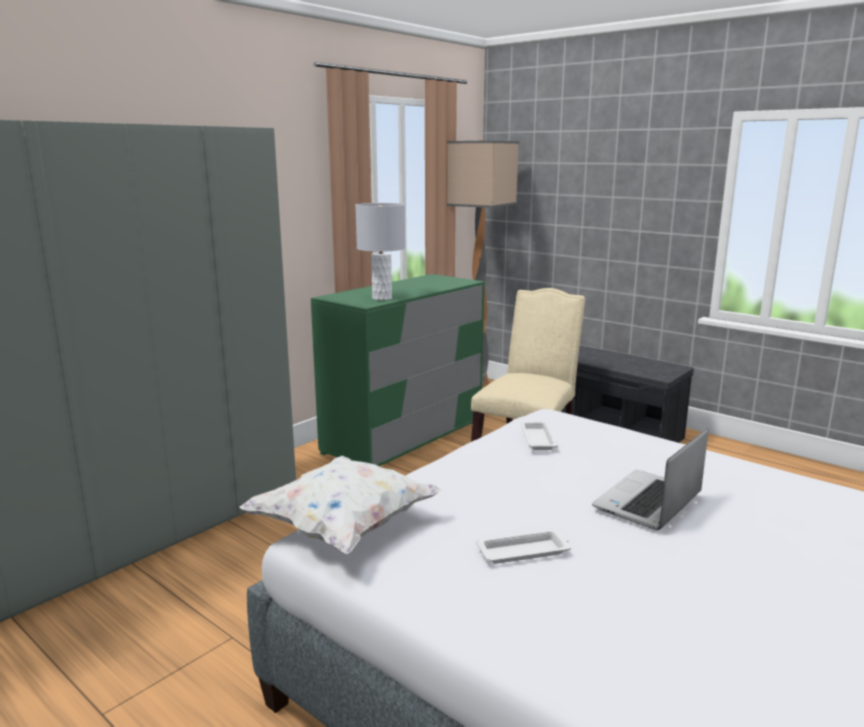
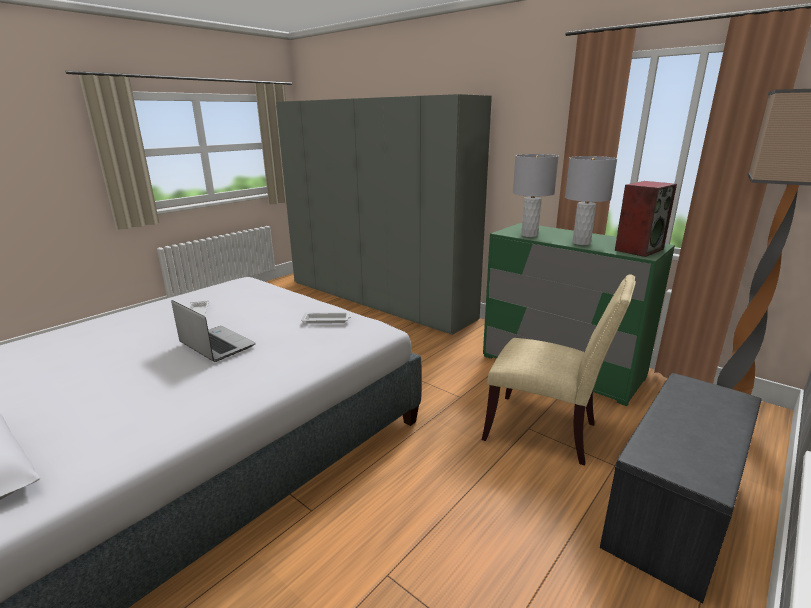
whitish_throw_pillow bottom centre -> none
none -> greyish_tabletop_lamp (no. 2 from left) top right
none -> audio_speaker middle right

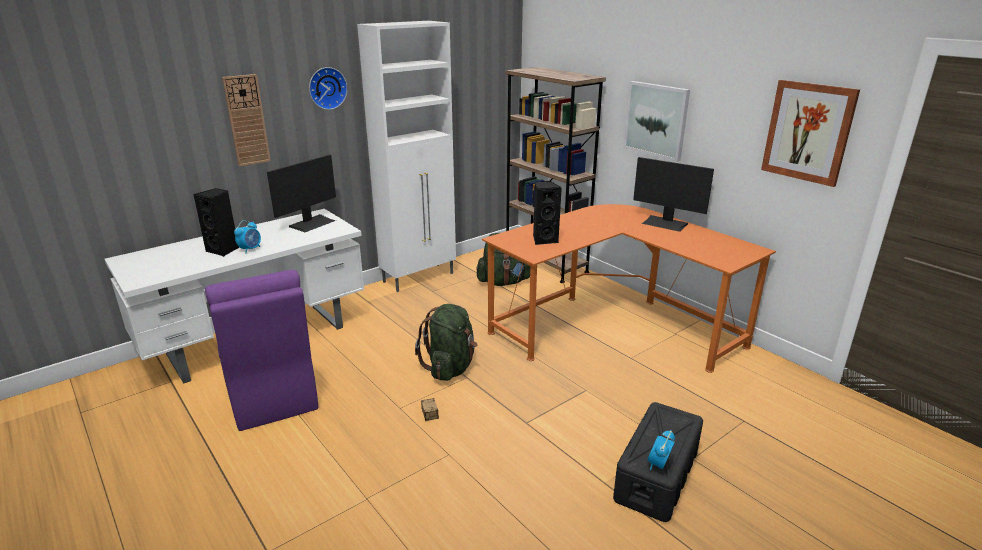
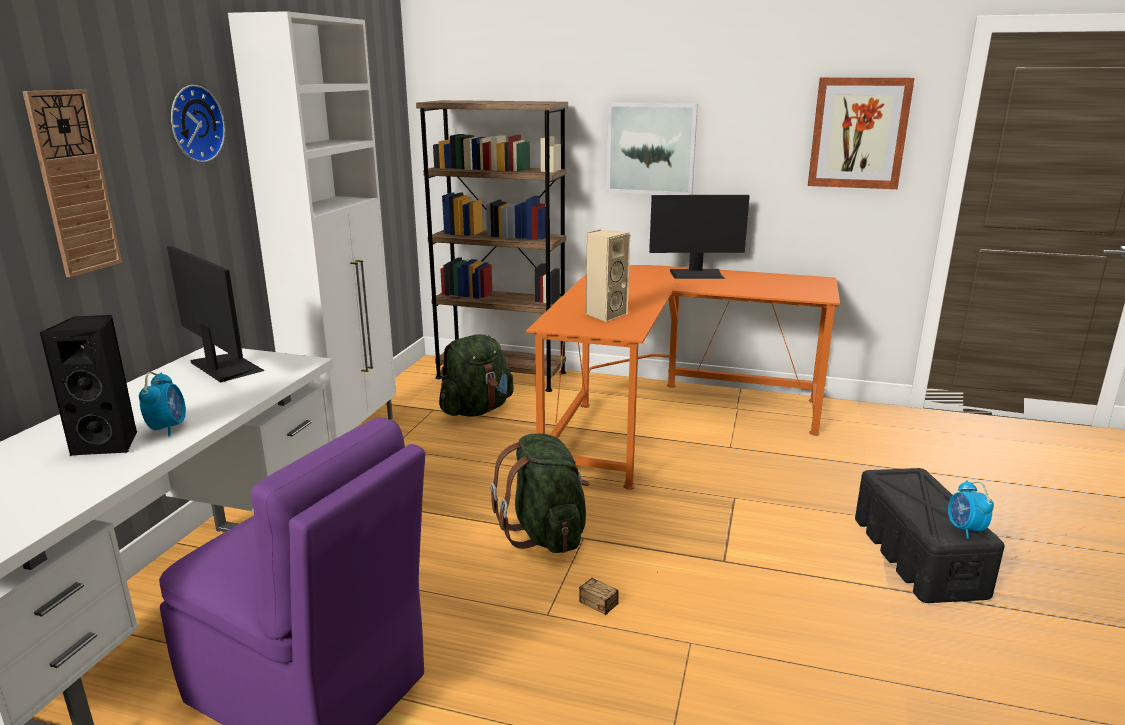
computer_display (no. 1 from left) middle left, 45 degrees counterclockwise
blackish_audio_speaker (no. 2 from left) centre -> sand-coloured_audio_speaker centre

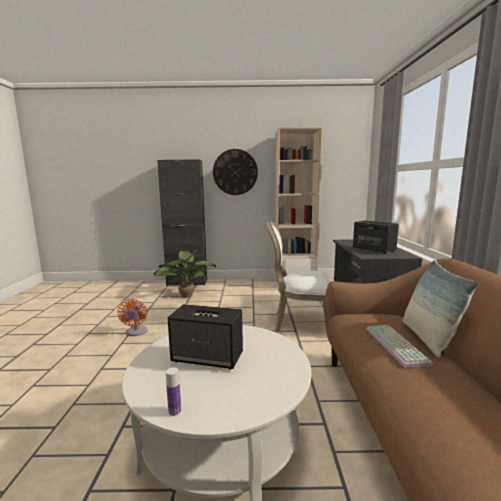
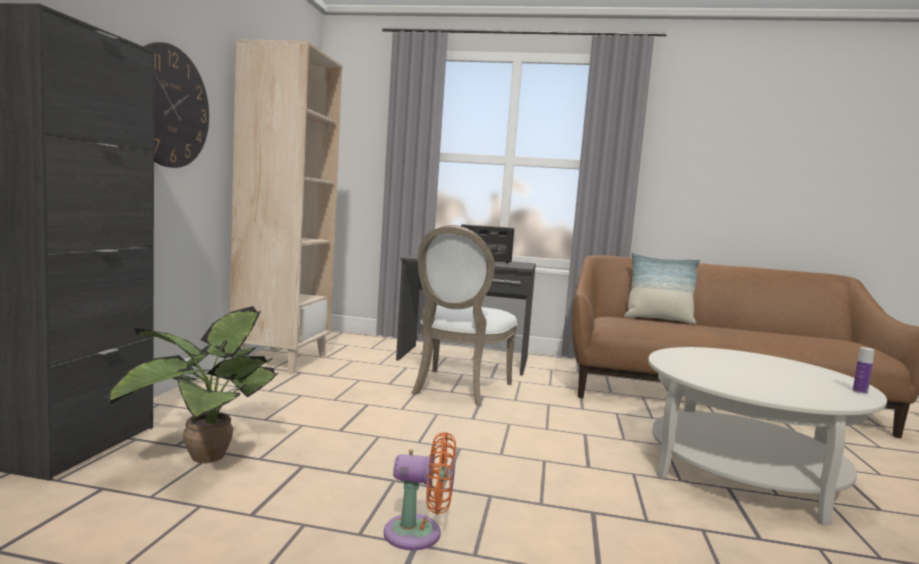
audio_speaker (no. 1 from left) bottom centre -> none
keyboard bottom right -> none

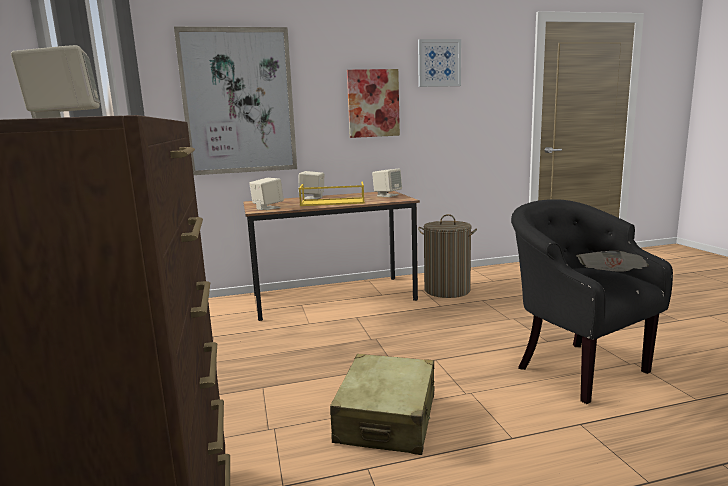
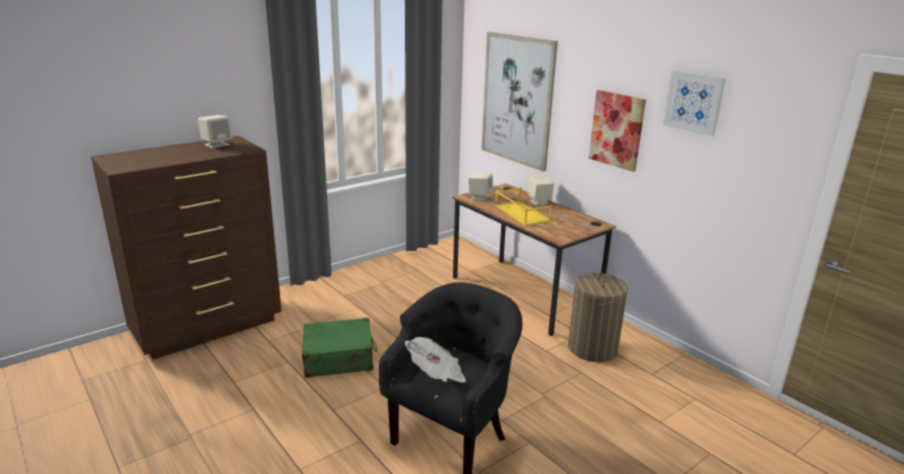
sand-coloured_audio_speaker (no. 4 from left) centre -> none
sand-coloured_travel_case bottom centre -> greenish_travel_case bottom centre

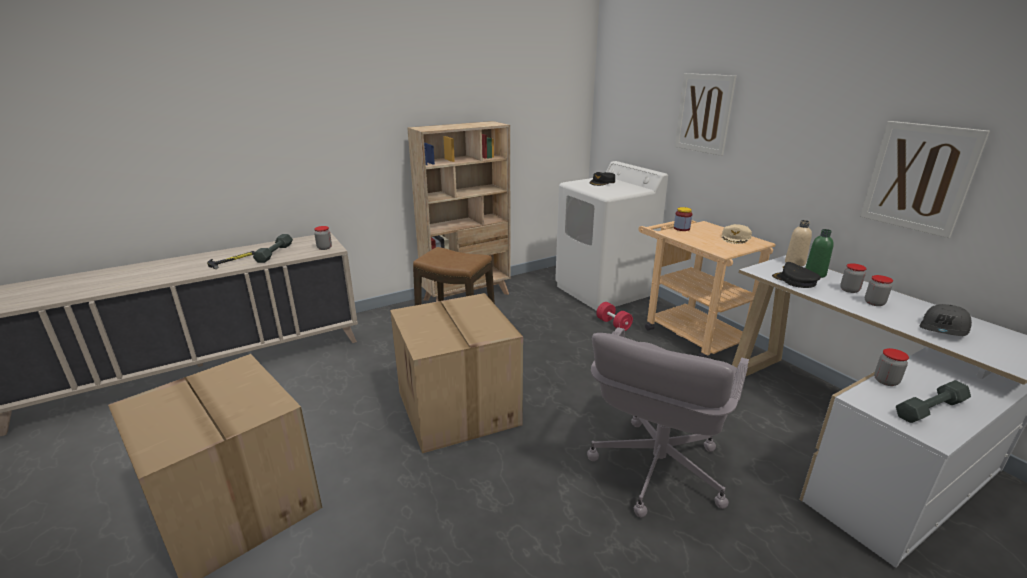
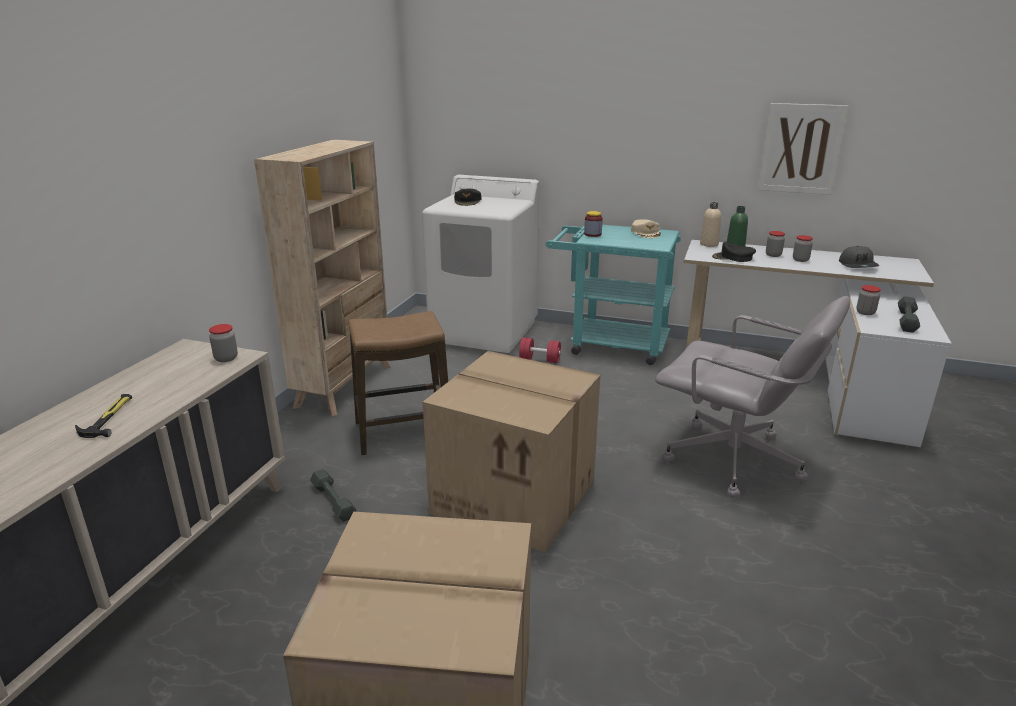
wall_art (no. 1 from left) top right -> none
sand-coloured_cart middle right -> turquoise-coloured_cart centre
greyish_hand_weight (no. 1 from left) middle left -> greyish_hand_weight (no. 1 from left) bottom left, shifted
greyish_office_chair bottom centre -> greyish_office_chair middle right, 45 degrees counterclockwise

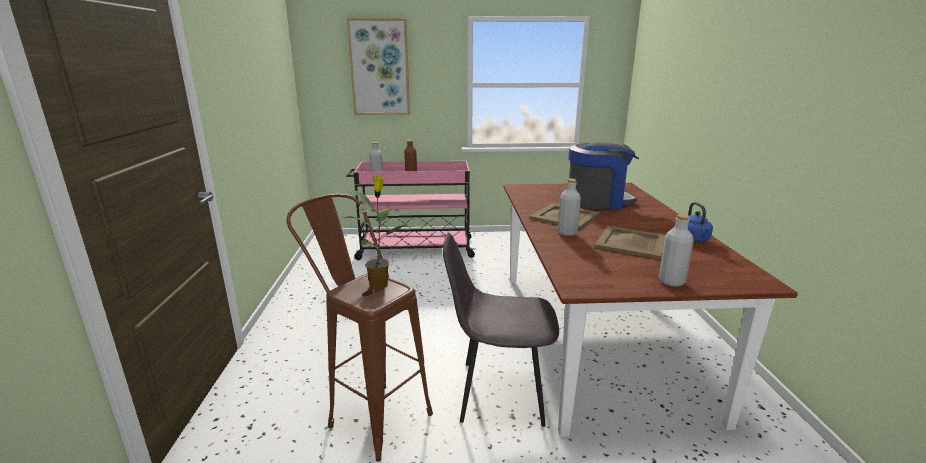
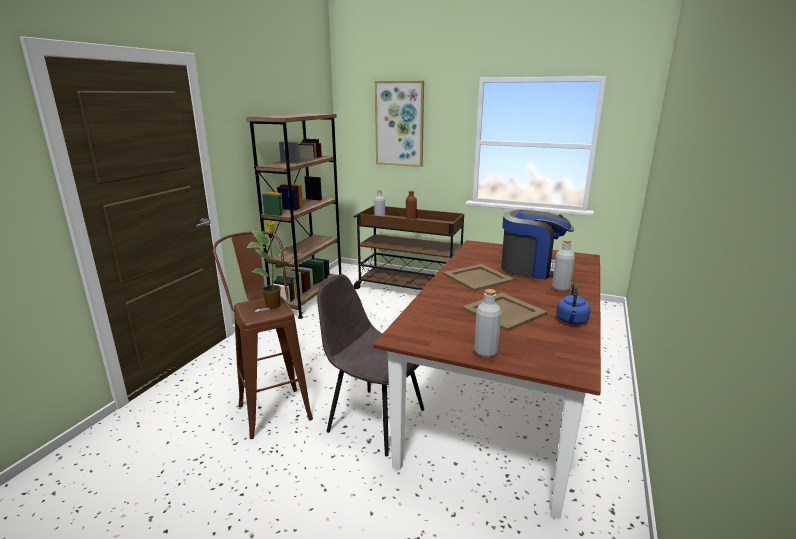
pinkish_cart centre -> brownish_cart centre
greyish_bottle (no. 2 from left in the first image) centre -> greyish_bottle (no. 3 from left) middle right, shifted
none -> brownish_bookshelf centre

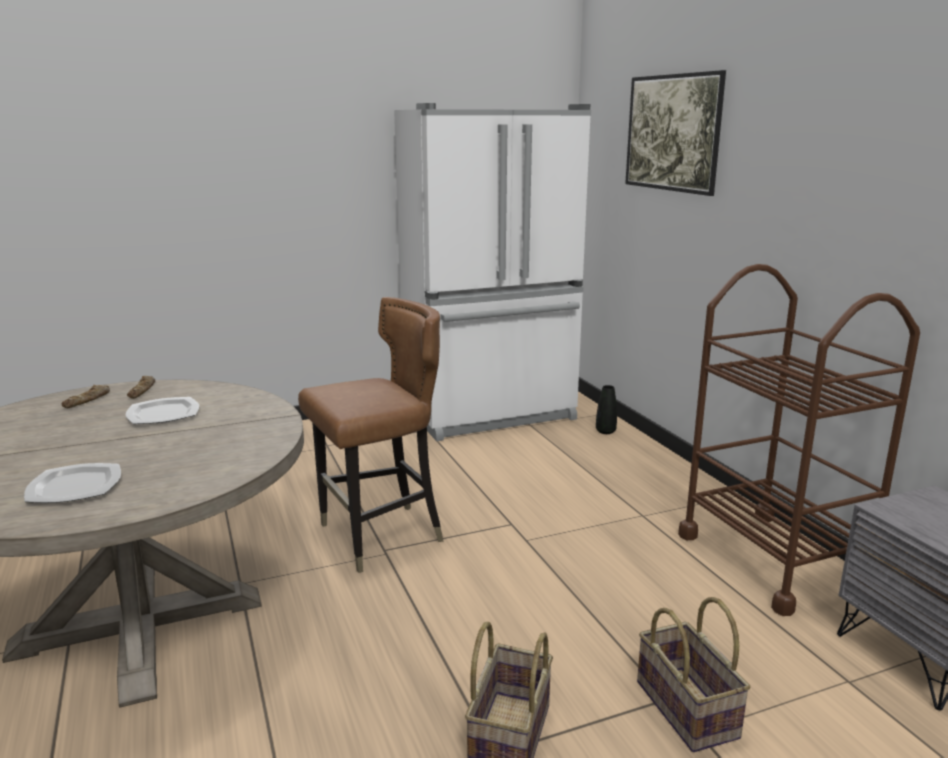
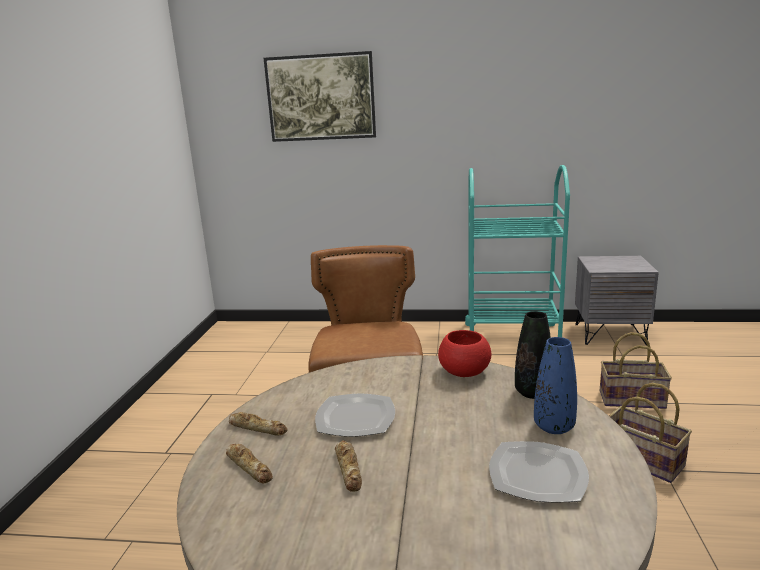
whitish_refrigerator centre -> none
brownish_cart middle right -> turquoise-coloured_cart middle right
blackish_vase centre -> blackish_vase middle right, shifted
none -> red-coloured_bowl centre
none -> bluish_vase bottom right
none -> bakery_bread (no. 3 from left) bottom centre

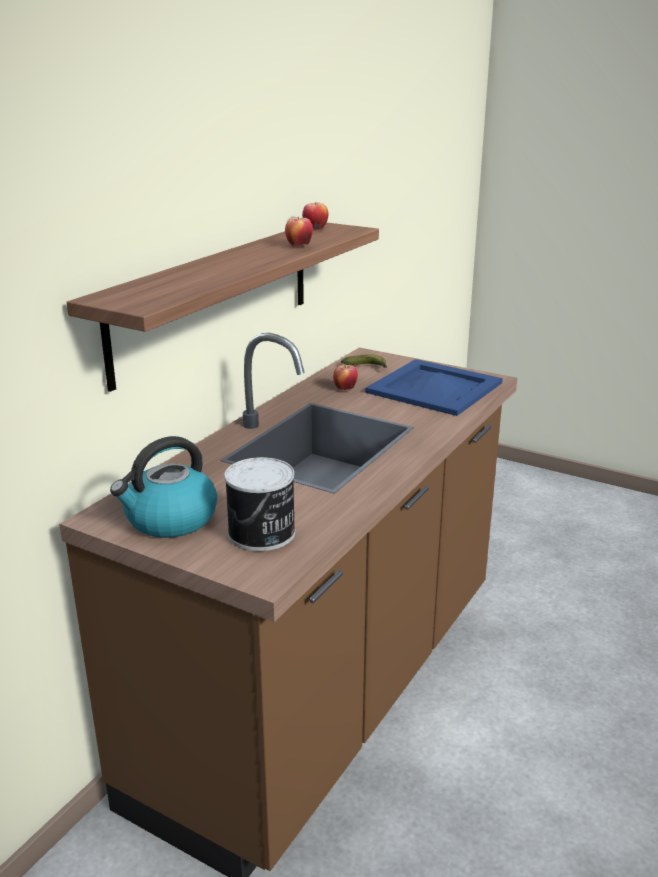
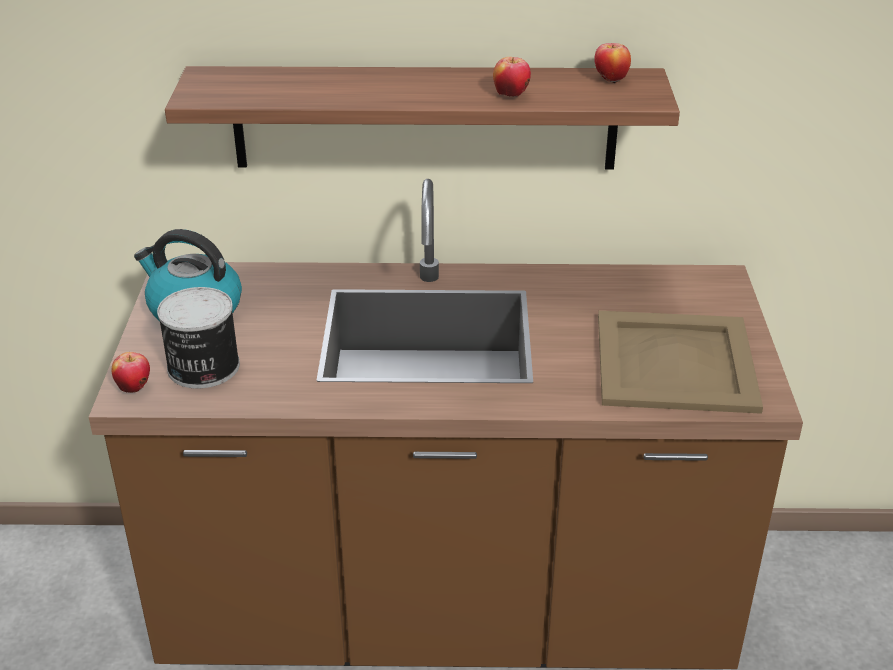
banana centre -> none
bluish_serving_tray centre -> sand-coloured_serving_tray middle right
apple_fruit (no. 3 from left in the first image) centre -> apple_fruit (no. 1 from left) middle left, shifted

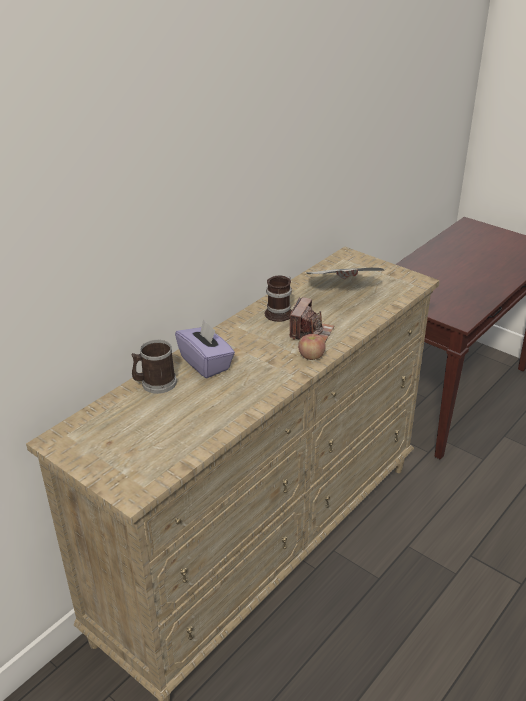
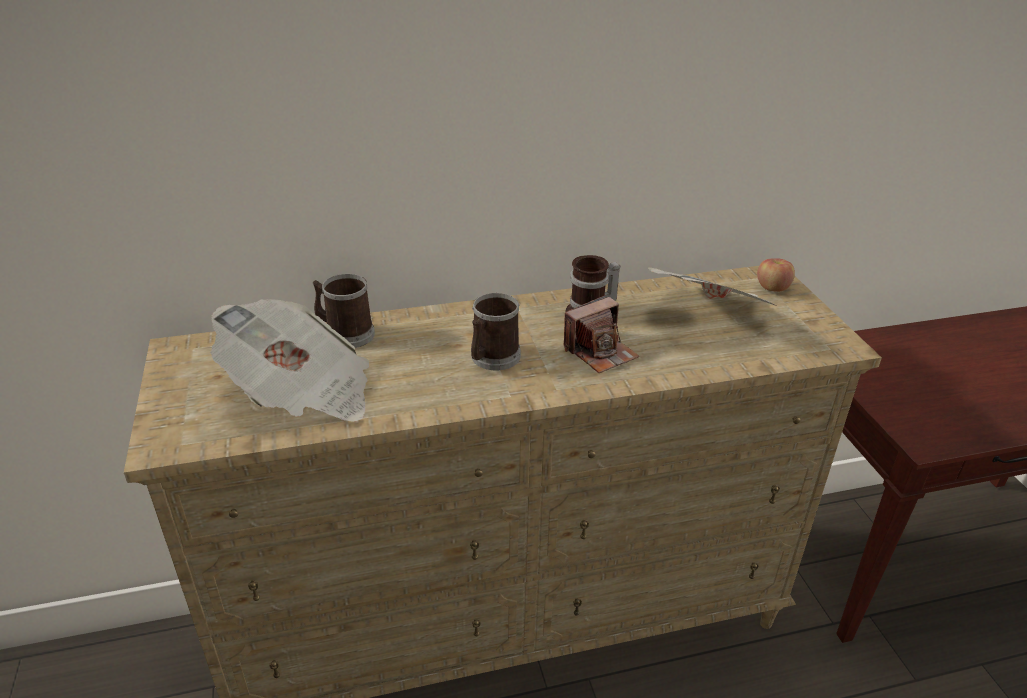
purple_tissue_holder centre -> none
apple_fruit centre -> apple_fruit middle right, shifted
none -> coffee_mug (no. 2 from left) centre
none -> printed_paper (no. 1 from left) middle left

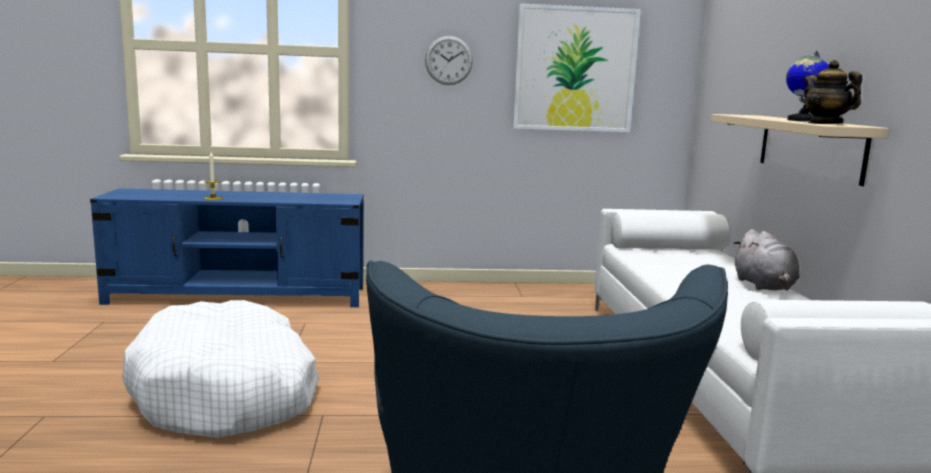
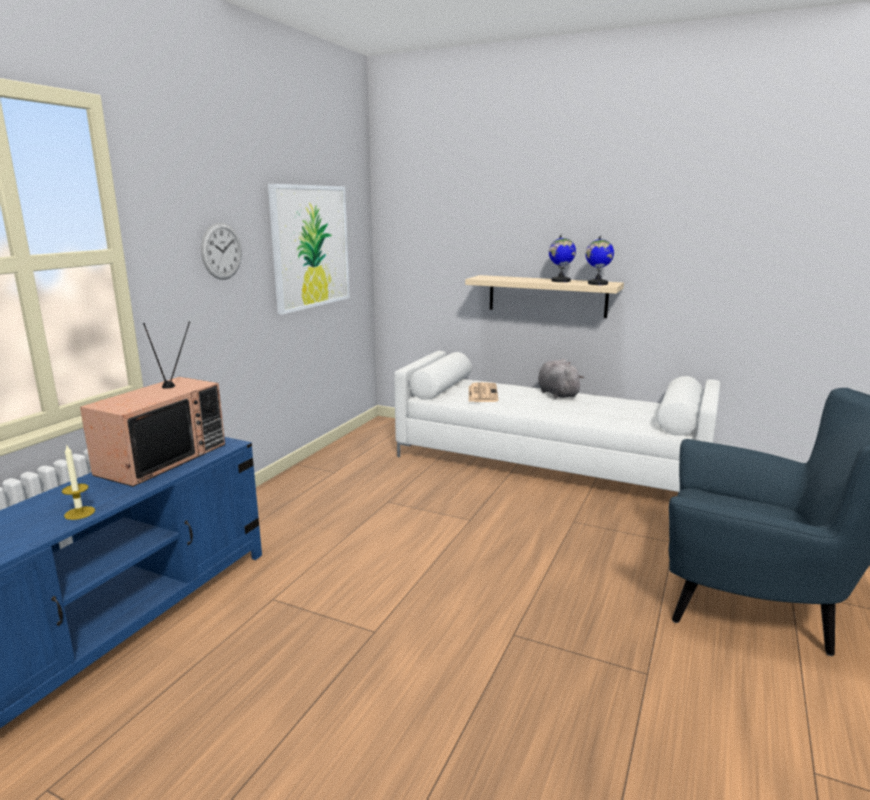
teapot top right -> world_globe (no. 2 from left) top right
greyish_soft_toy middle right -> greyish_soft_toy centre, 135 degrees counterclockwise
whitish_dog_bed bottom left -> none
none -> TV_set middle left
none -> printed_paper centre

